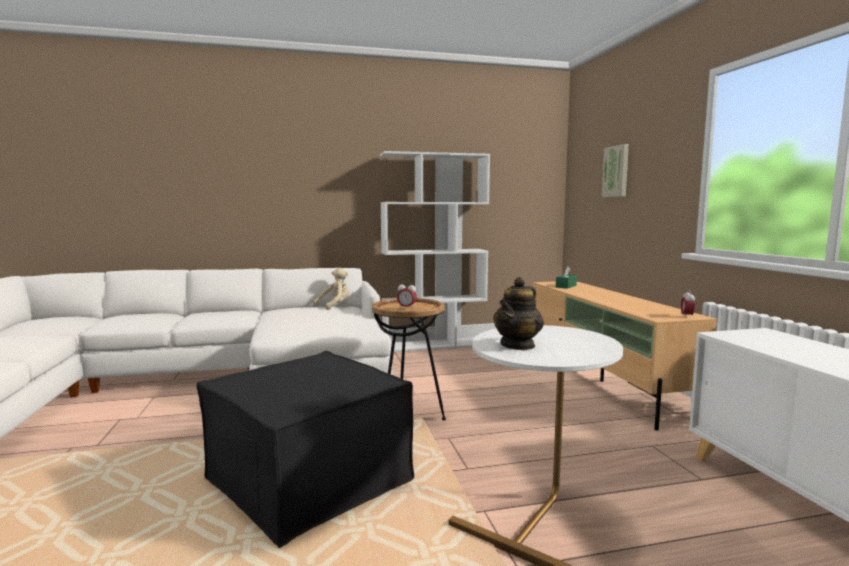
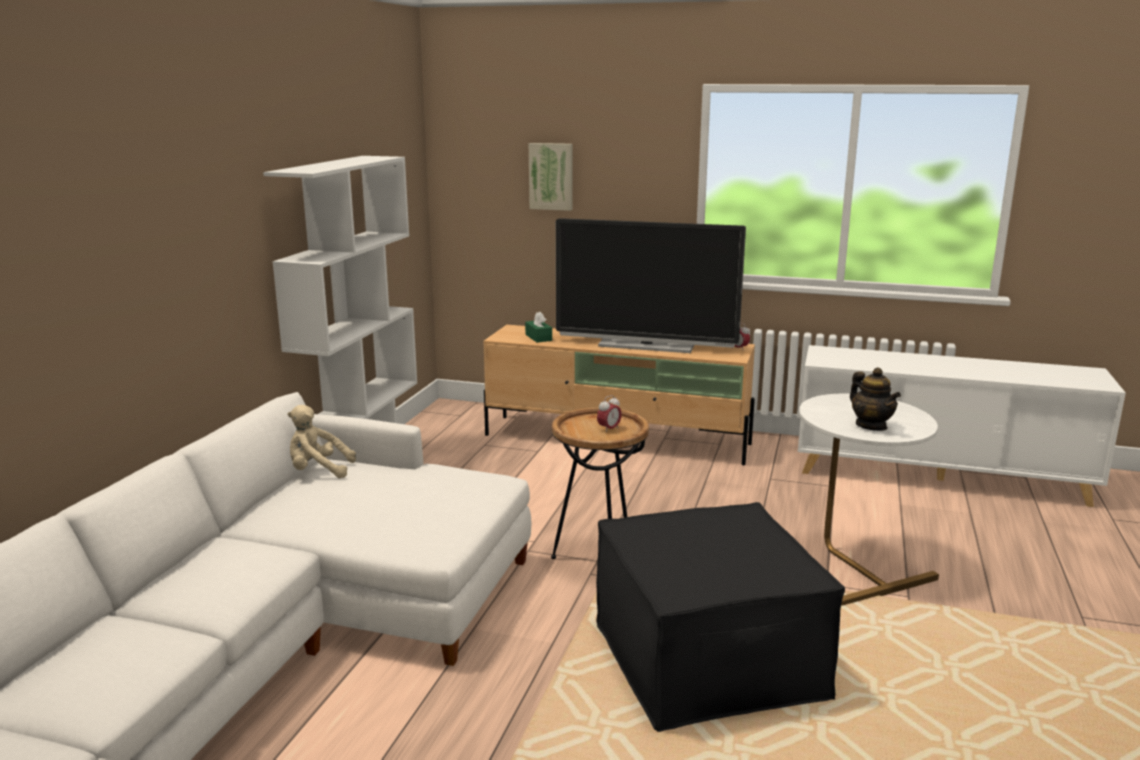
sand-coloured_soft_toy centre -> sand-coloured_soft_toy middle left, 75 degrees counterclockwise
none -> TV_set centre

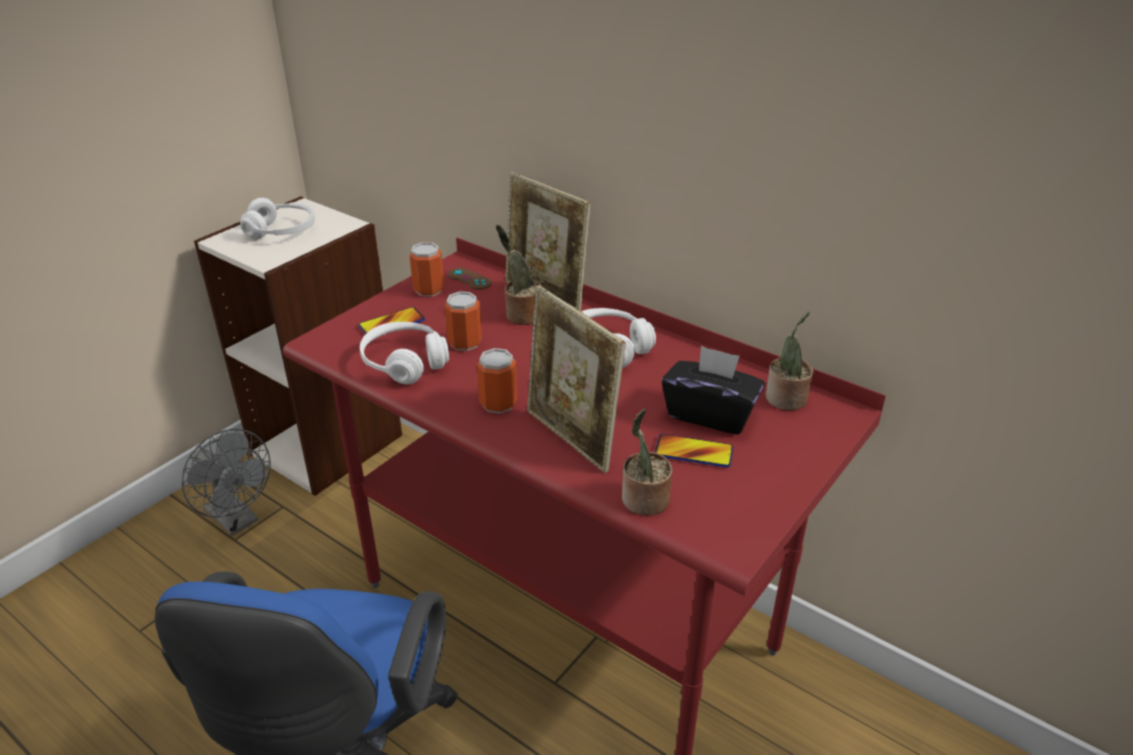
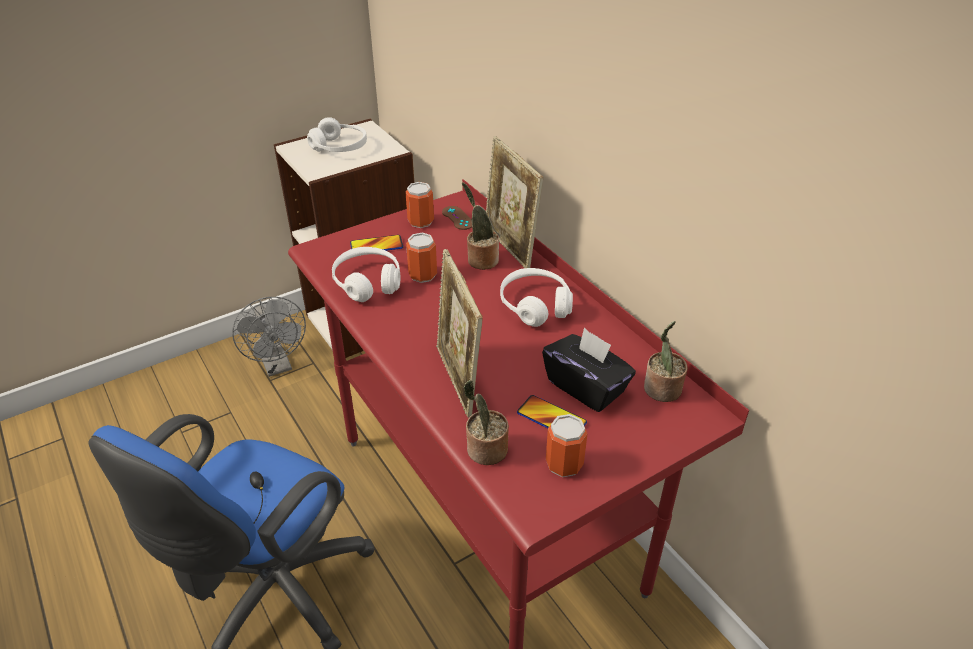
can (no. 3 from left) centre -> can (no. 3 from left) bottom centre, shifted

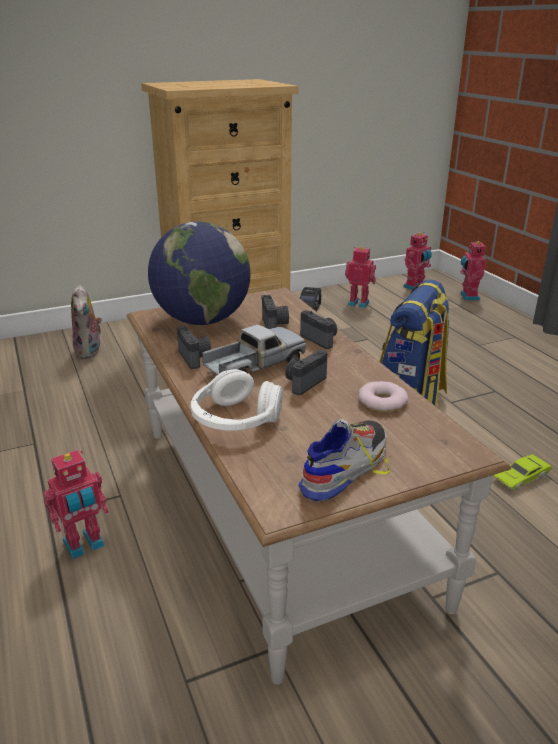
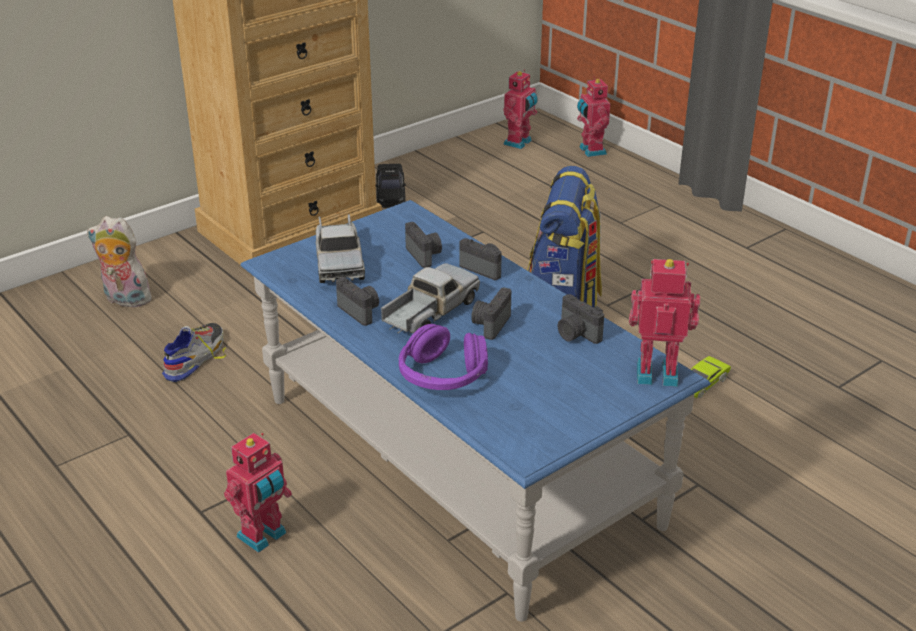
world_globe centre -> toy_truck (no. 1 from left) centre
toy_robot (no. 2 from left in the first image) centre -> toy_robot (no. 4 from left) middle right, shifted
soft_toy middle left, 135 degrees clockwise
brownish_lounge_table centre -> bluish_lounge_table centre
whitish_pair_of_headphones centre -> purple_pair_of_headphones centre
ring_doughnut middle right -> photo_camera (no. 5 from left) centre
shoe centre -> shoe middle left, shifted

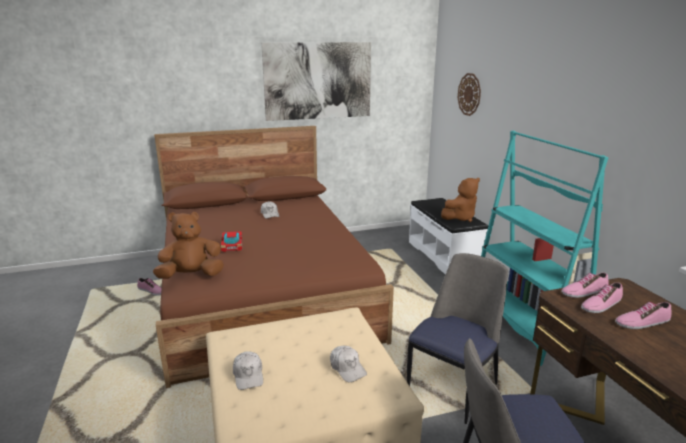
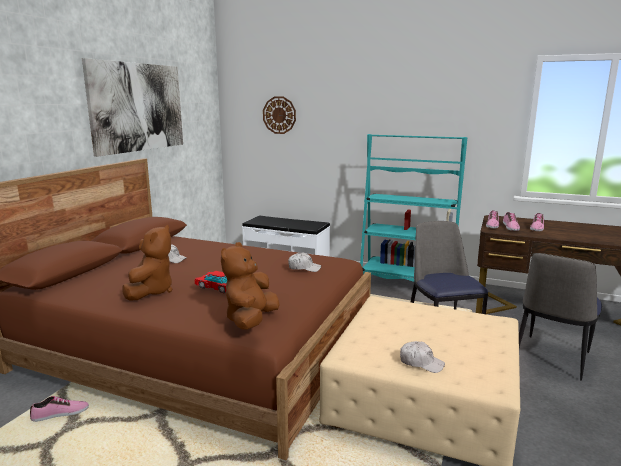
brownish_soft_toy (no. 2 from left in the first image) middle right -> brownish_soft_toy (no. 1 from left) middle left, shifted
whitish_cap (no. 3 from left in the first image) bottom centre -> whitish_cap (no. 2 from left) centre, shifted

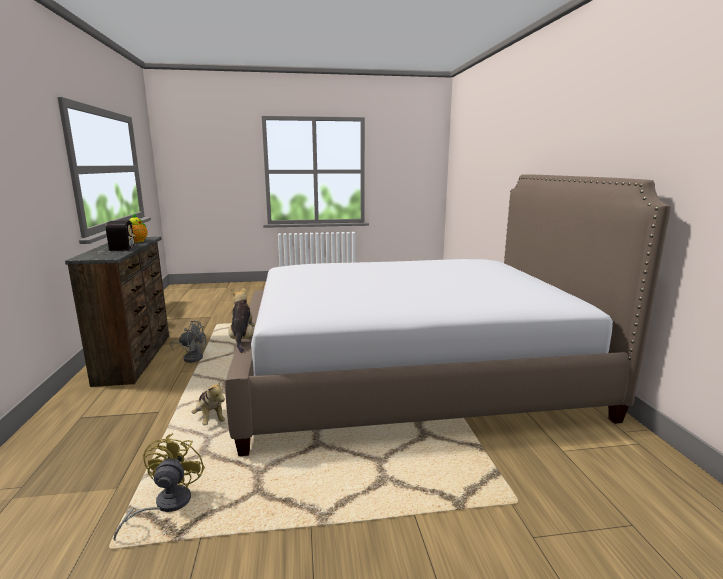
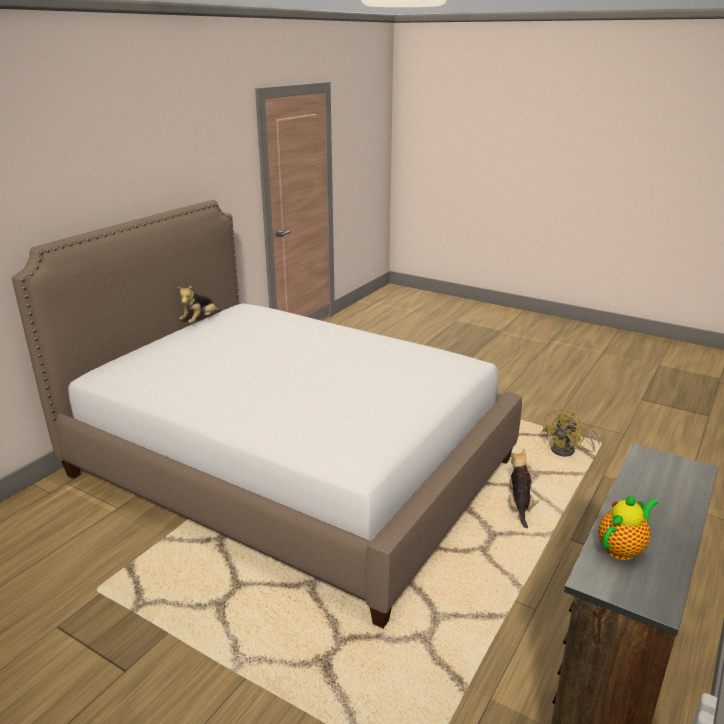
radio_receiver middle left -> none
soft_toy (no. 2 from left in the first image) centre -> soft_toy (no. 1 from left) middle left, shifted
greyish_electric_fan middle left -> none

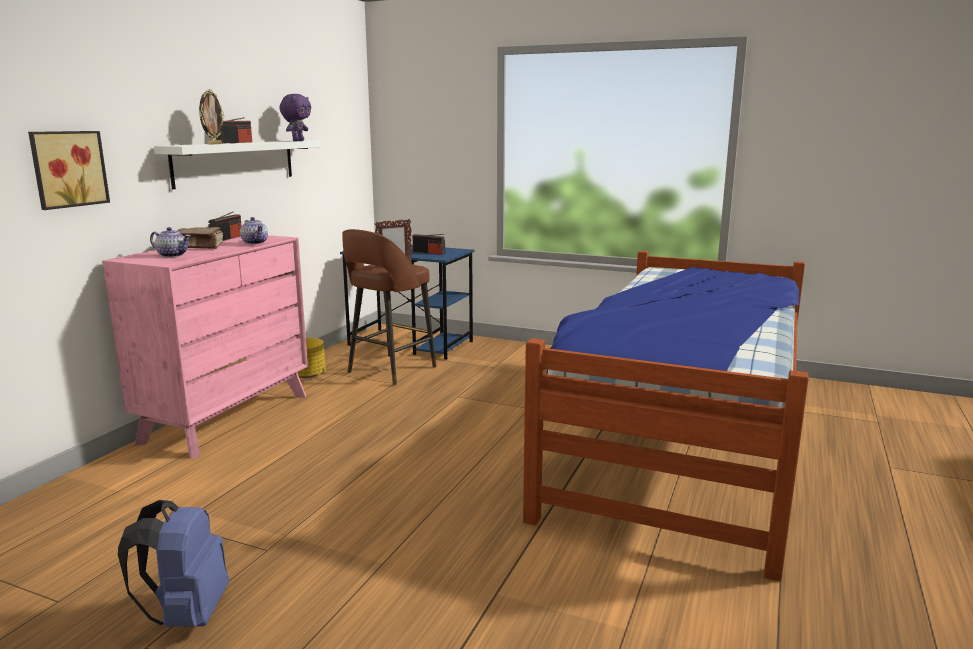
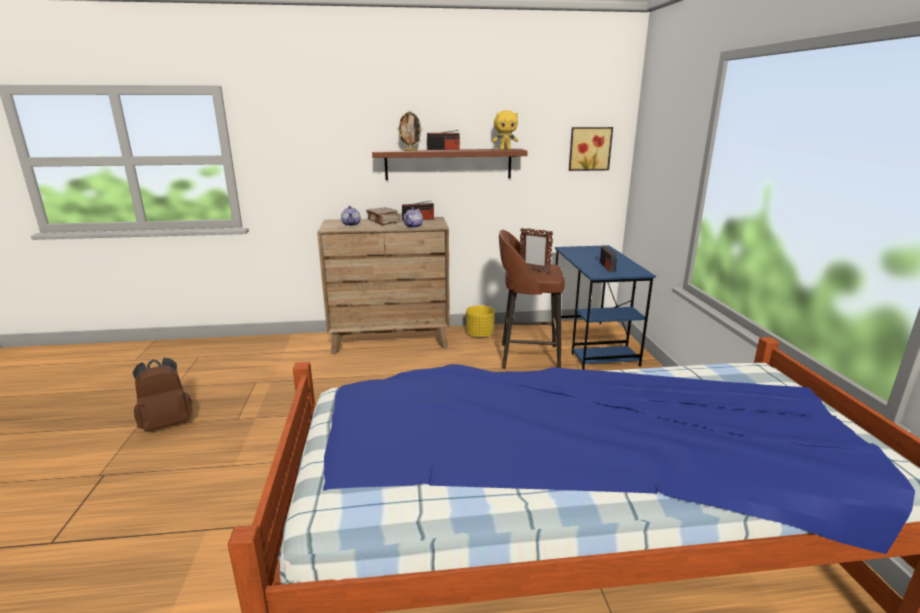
purple_soft_toy top left -> yellowish_soft_toy top centre
wall_art top left -> wall_art top centre, shifted
whitish_shelf top left -> brownish_shelf top centre
pinkish_drawer_chest middle left -> brownish_drawer_chest centre
bluish_rucksack bottom left -> brownish_rucksack middle left

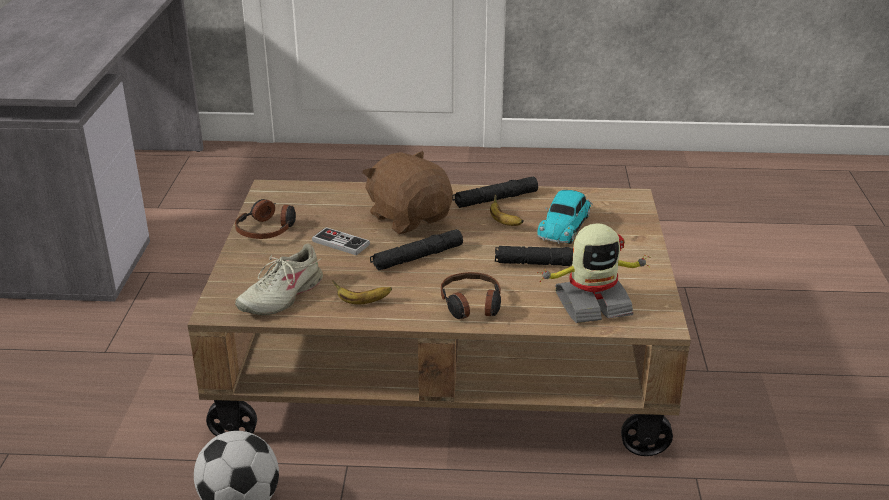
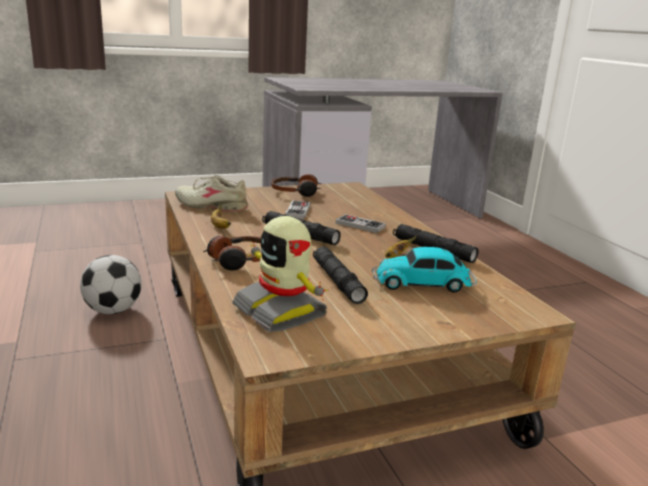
brownish_soft_toy centre -> game_controller (no. 2 from left) centre

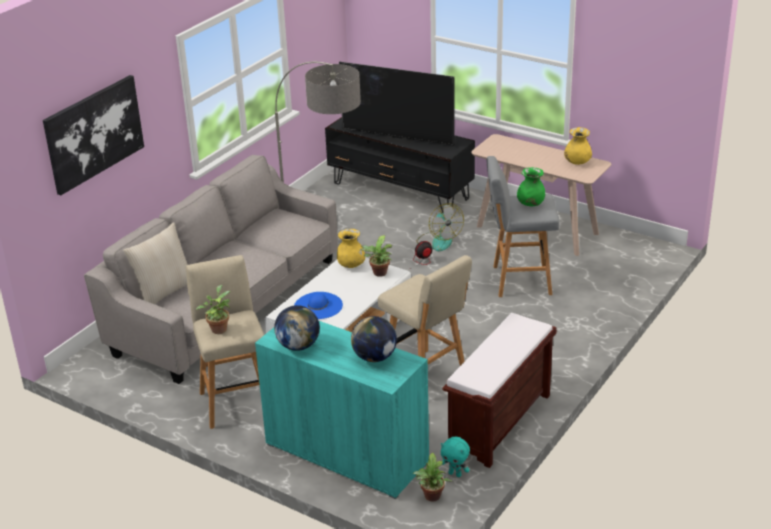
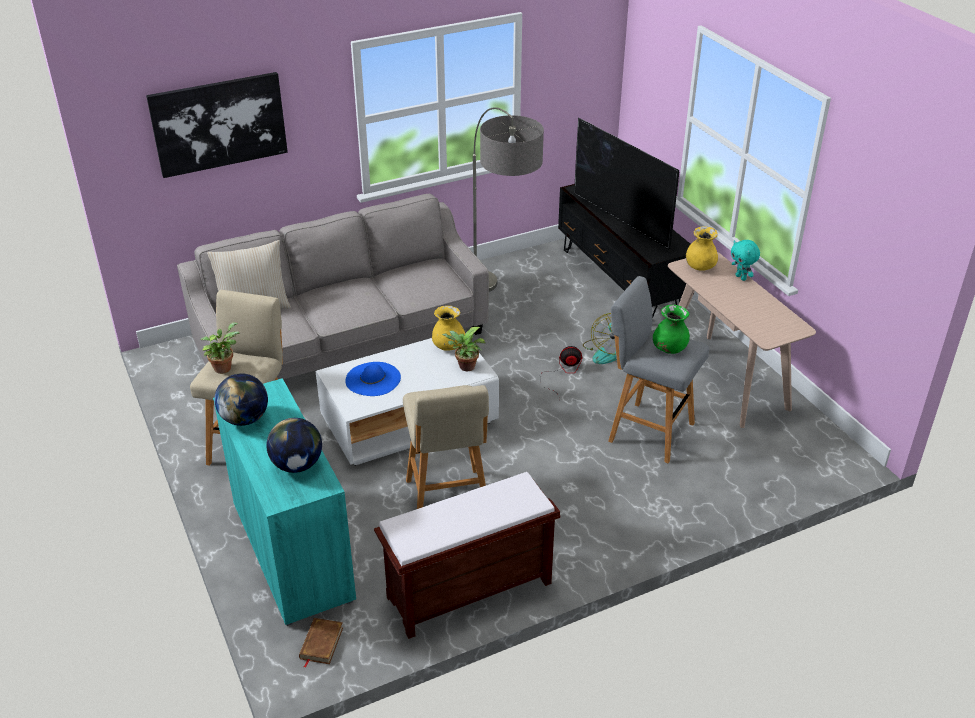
yellowish_vase (no. 2 from left) top right -> yellowish_vase (no. 2 from left) middle right, shifted
turquoise-coloured_soft_toy bottom centre -> turquoise-coloured_soft_toy middle right, shifted
plant_in_a_pot (no. 3 from left) bottom centre -> brownish_bound_book bottom left

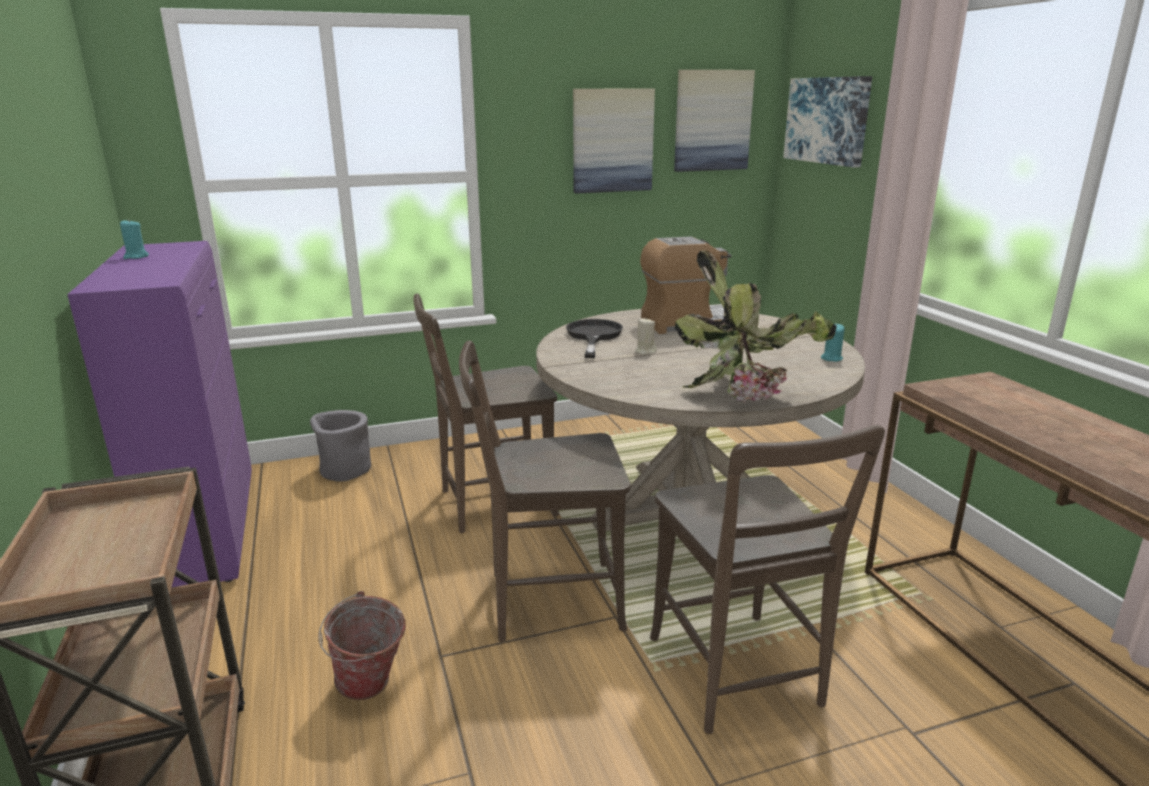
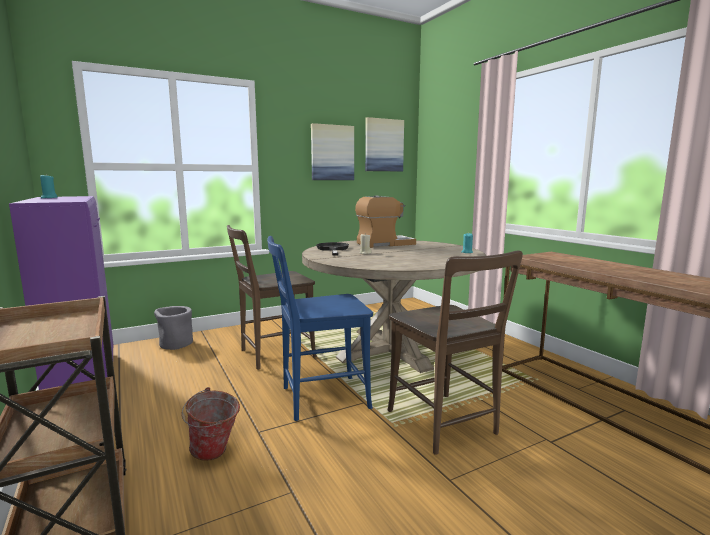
wall_art (no. 3 from left) top right -> none
plant_in_a_pot centre -> none
brownish_upright_chair (no. 2 from left) centre -> bluish_upright_chair centre

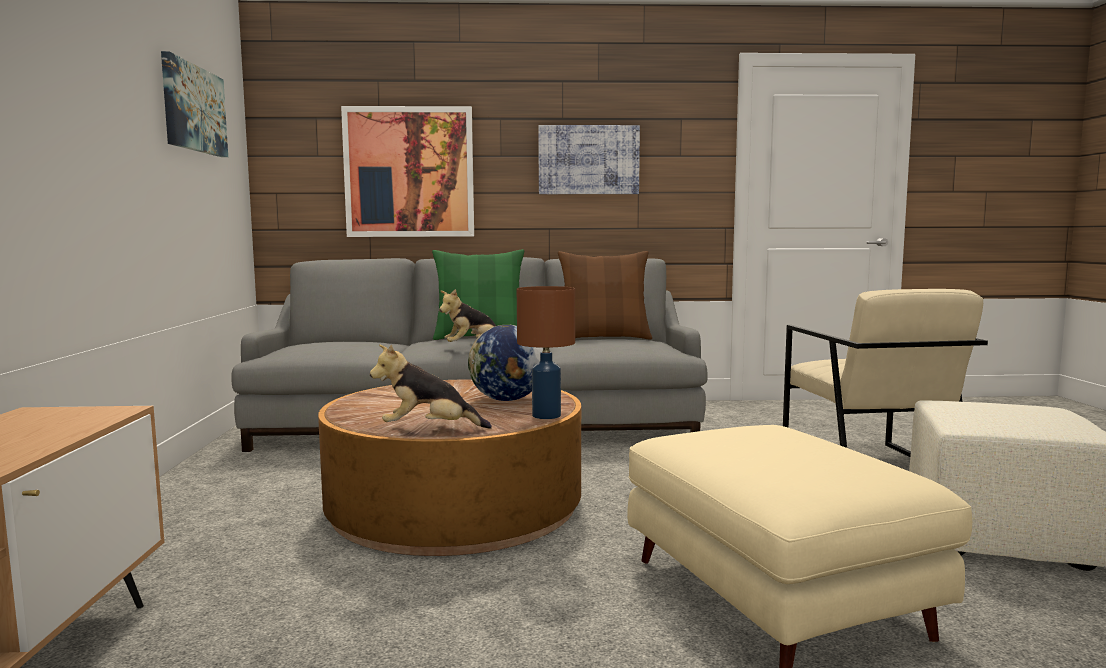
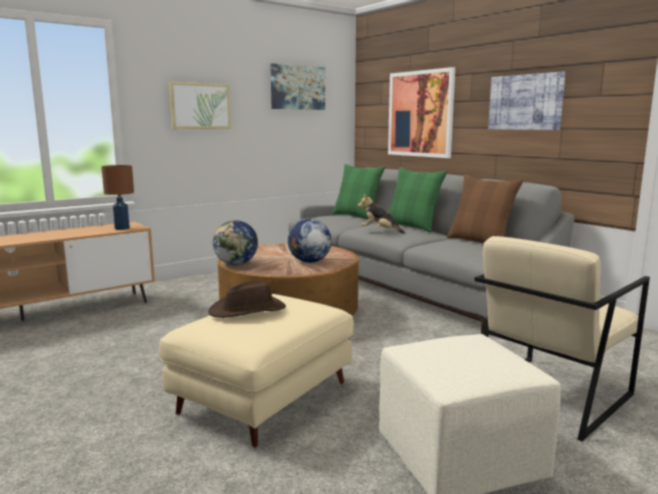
brownish_tabletop_lamp centre -> brownish_tabletop_lamp middle left, shifted
soft_toy (no. 1 from left) centre -> world_globe (no. 1 from left) centre
none -> wall_art (no. 1 from left) top left
none -> greenish_throw_pillow (no. 1 from left) centre
none -> brownish_hat centre

